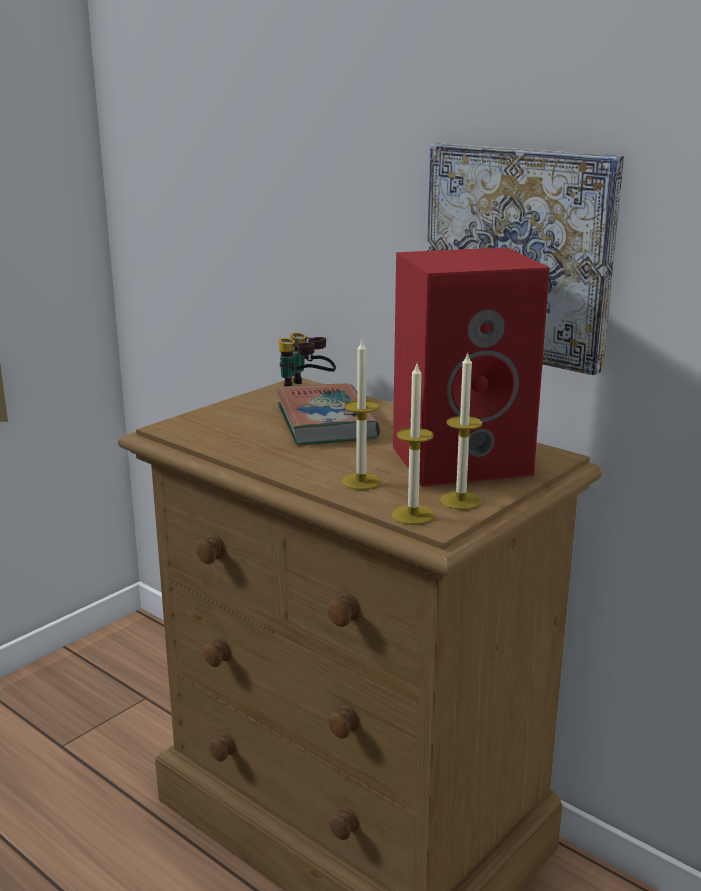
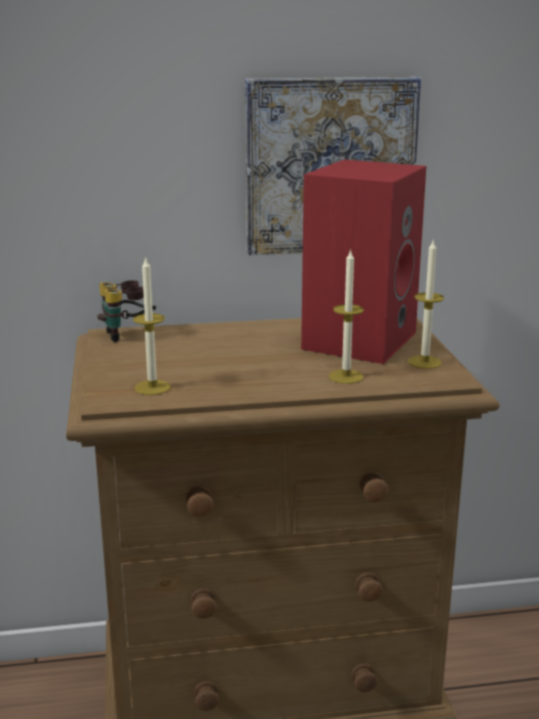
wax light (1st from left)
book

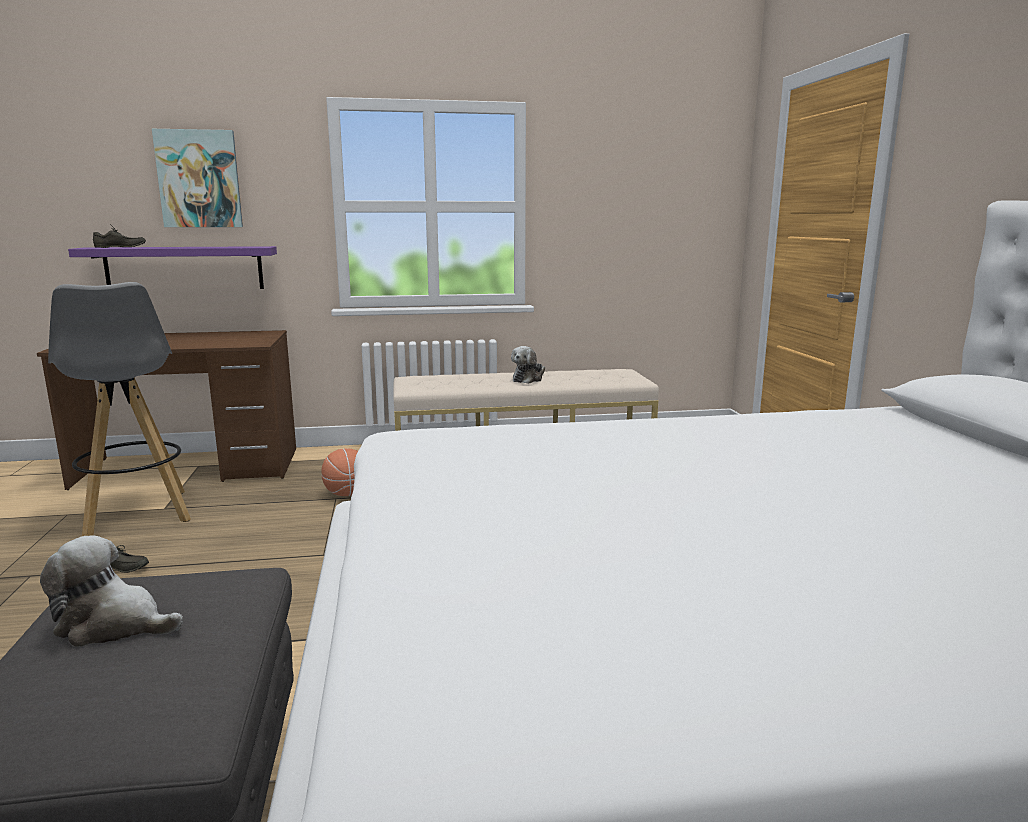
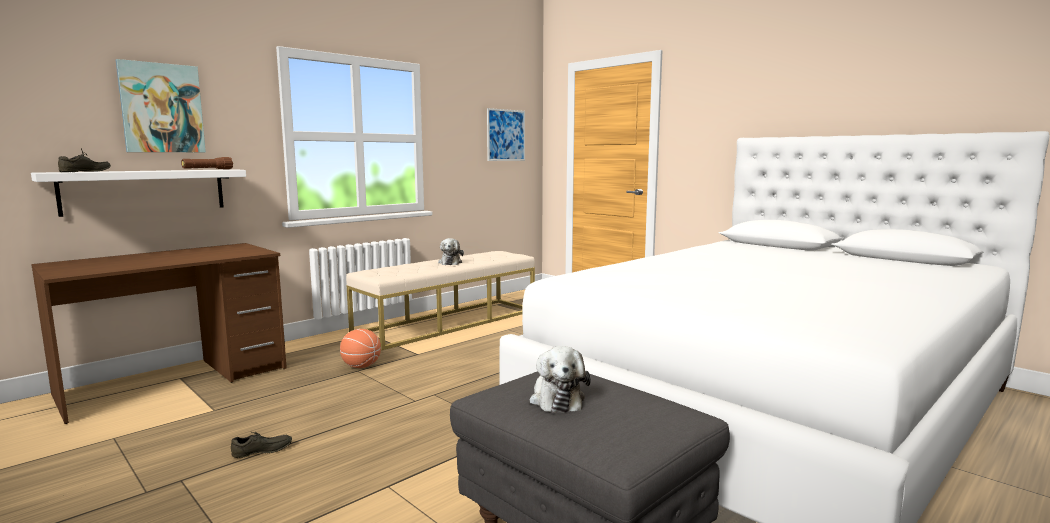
whitish wall shelf
gray stool
plush toy (2nd from left)
wall picture (2nd from left)
brownish torch

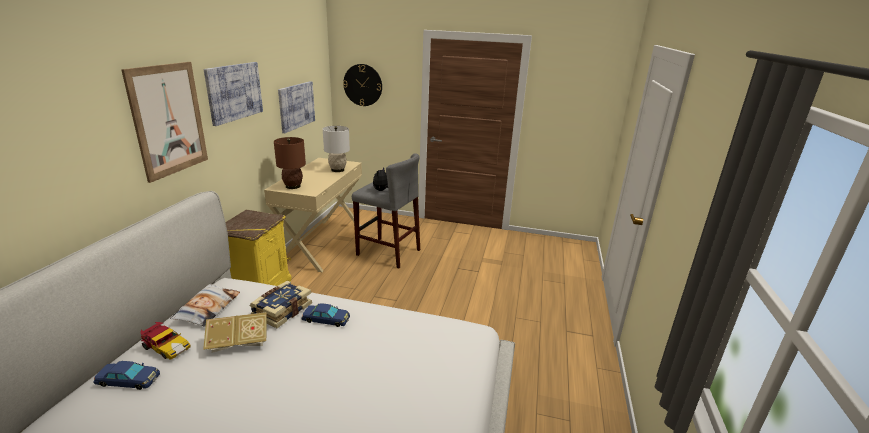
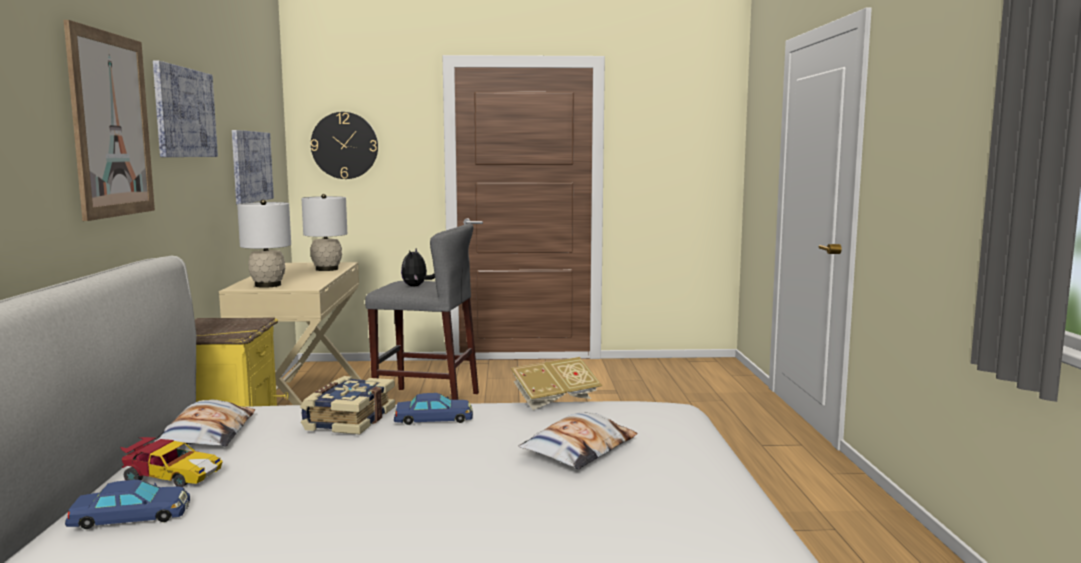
whitish lamp for a table (1st from left)
book (2nd from left)
throw pillow (2nd from left)

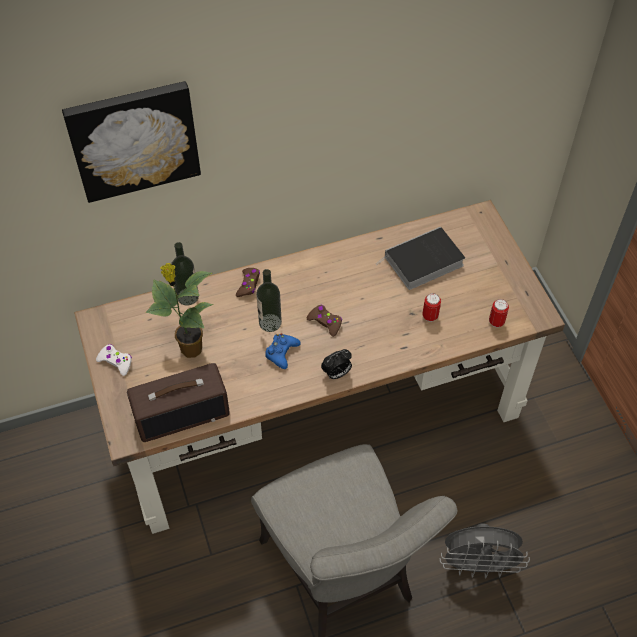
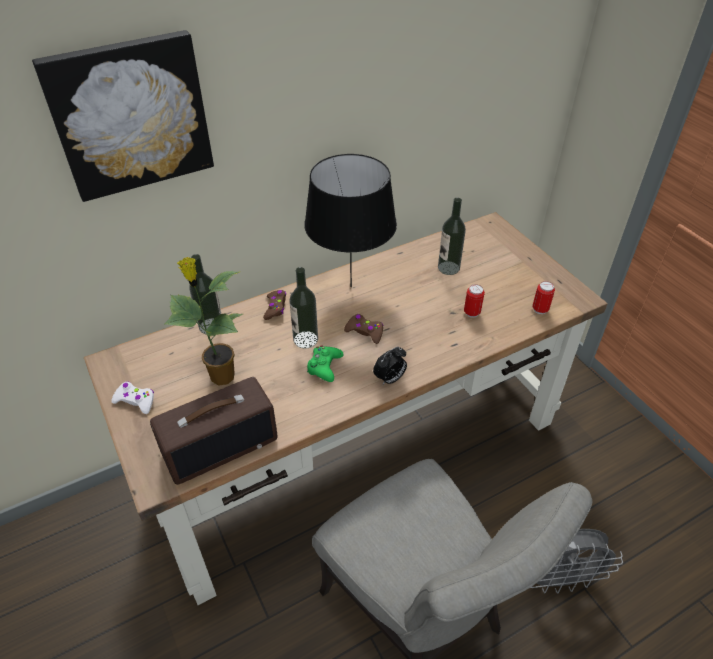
beverage bottle (3rd from left)
greenish game controller
black lamp for a table

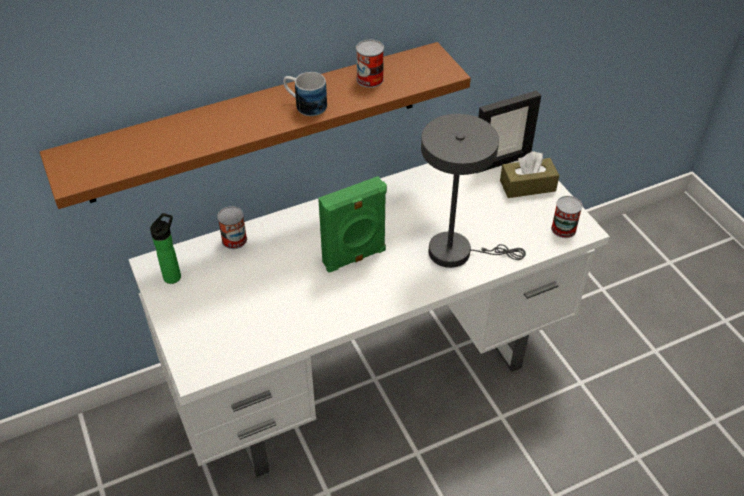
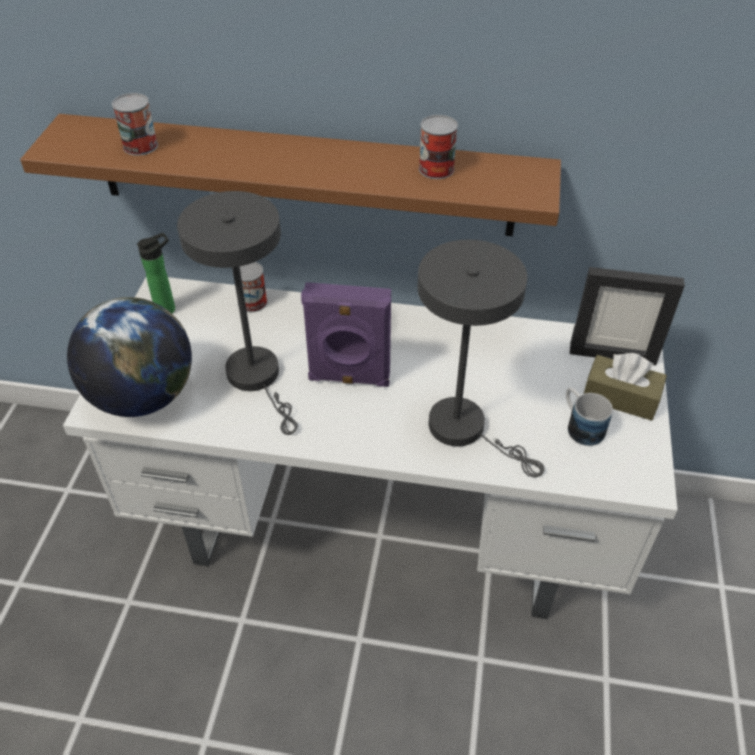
coffee mug
purplish loudspeaker
can (1st from left)
gray lamp for a table (1st from left)
desk globe

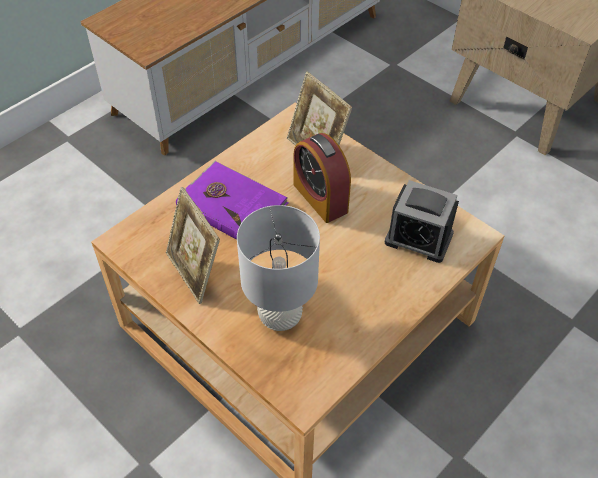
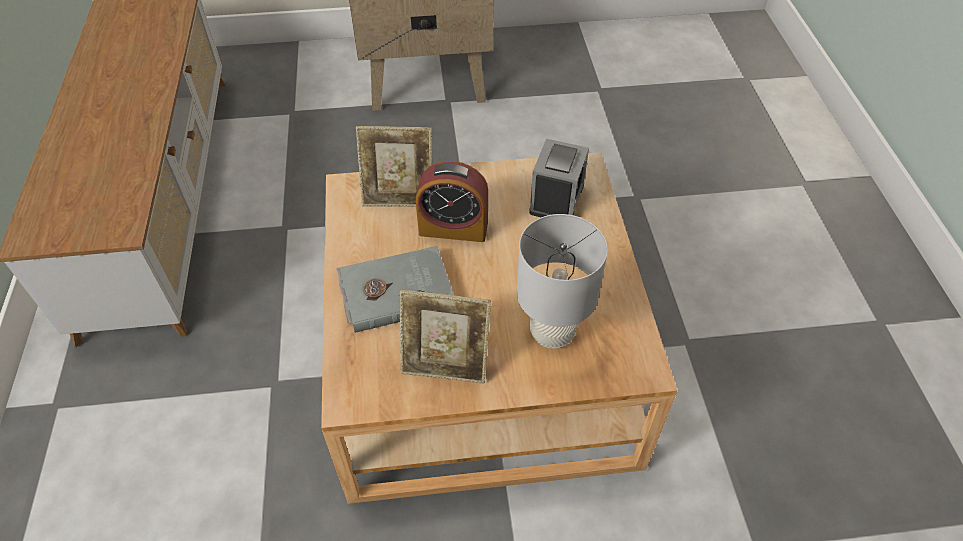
gray book
table clock (2nd from left)

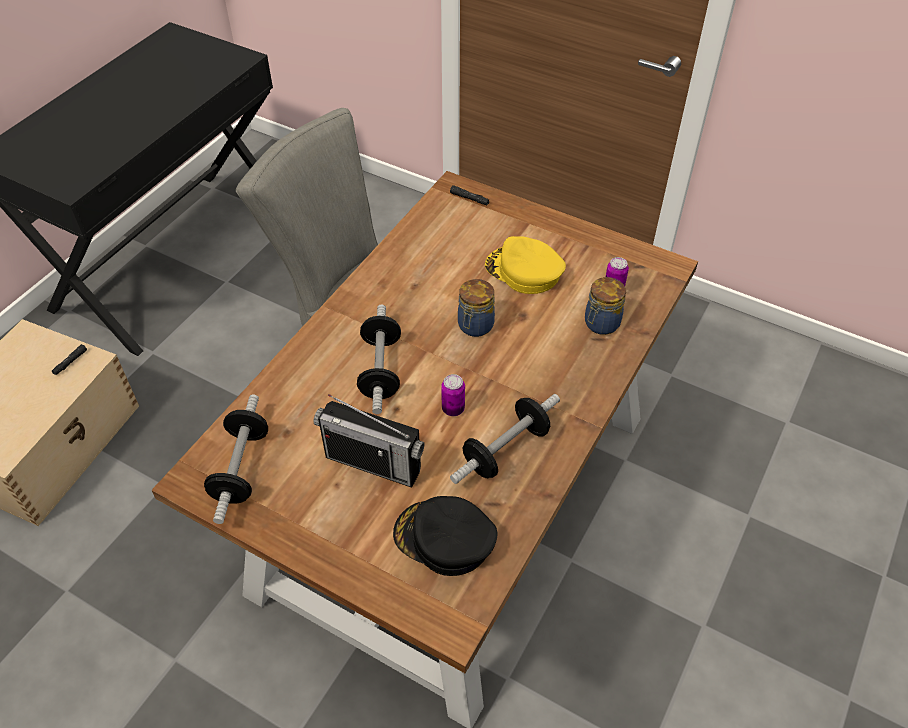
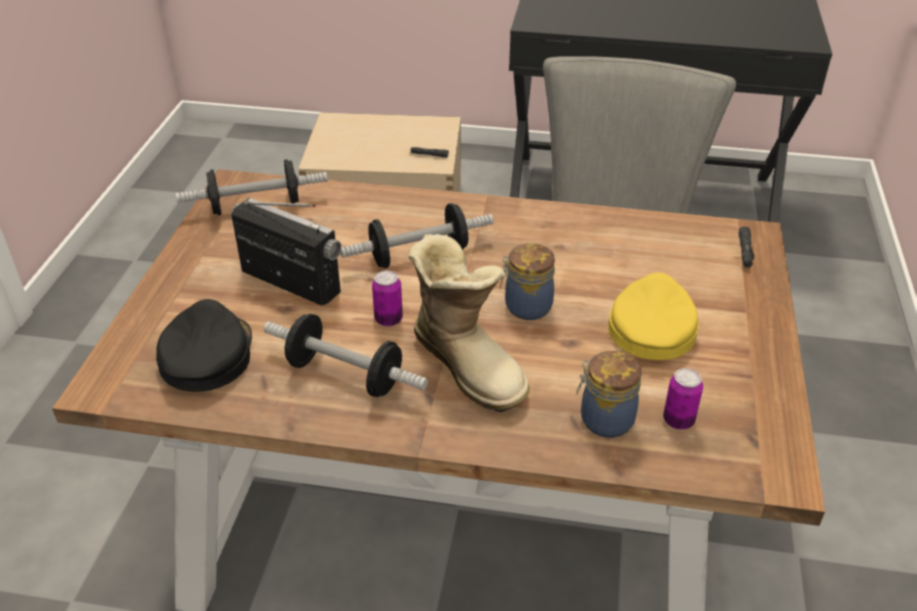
radio set
boot

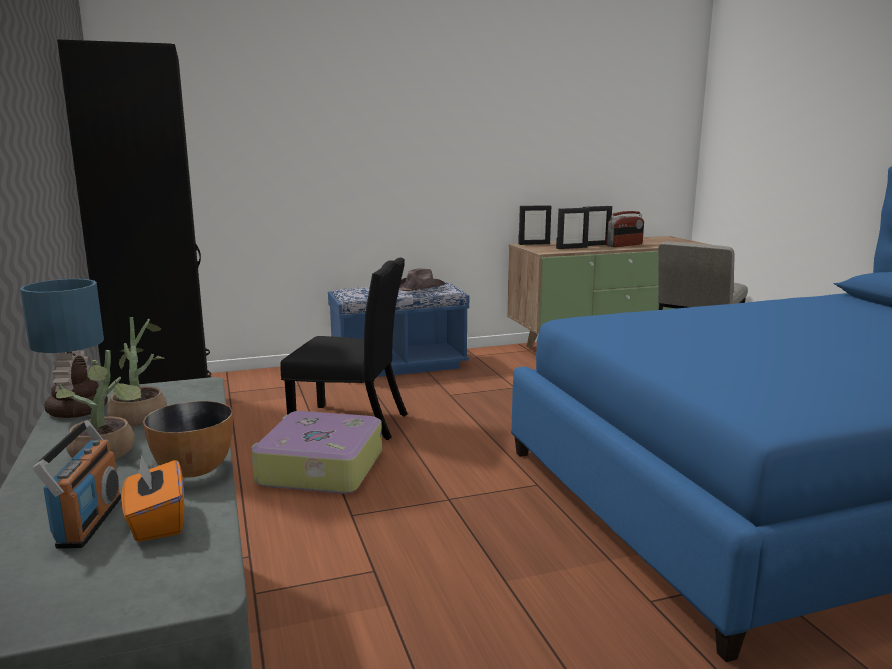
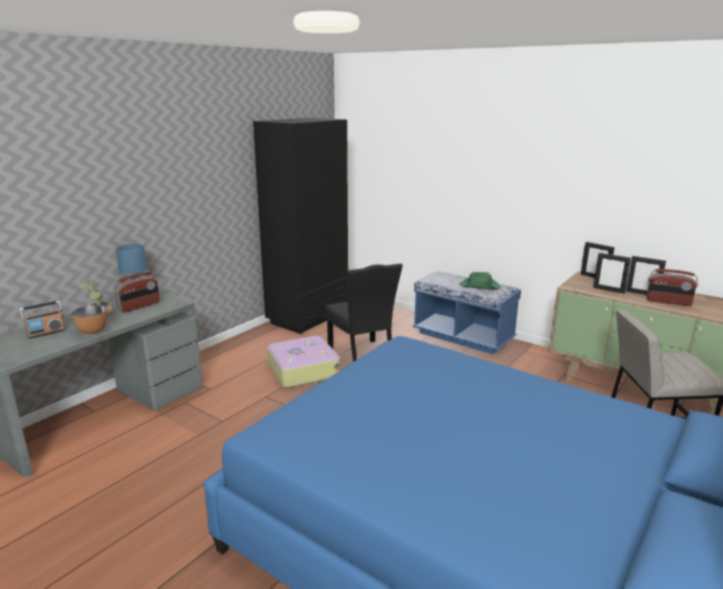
greenish hat
radio set (2nd from left)
orange tissue holder

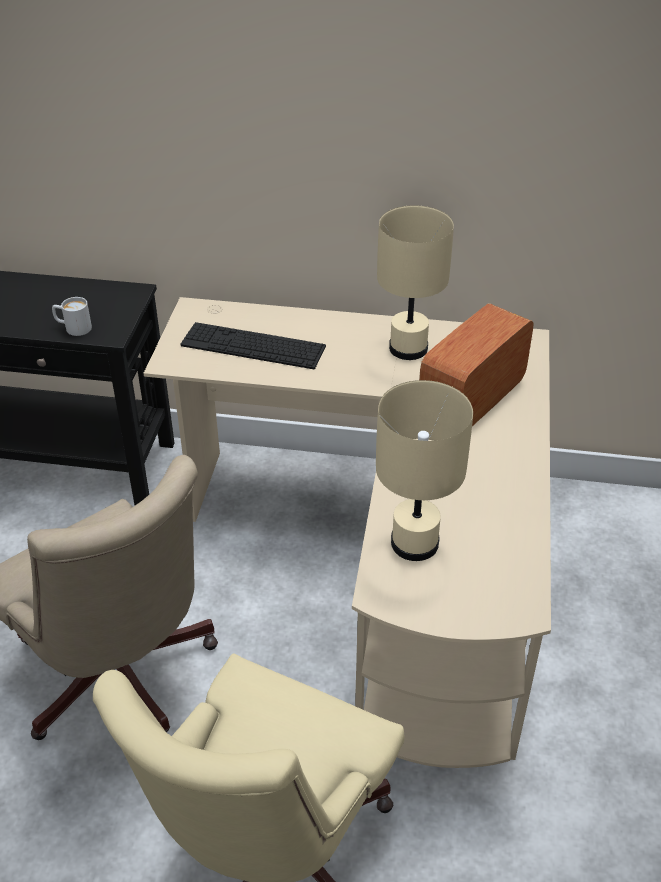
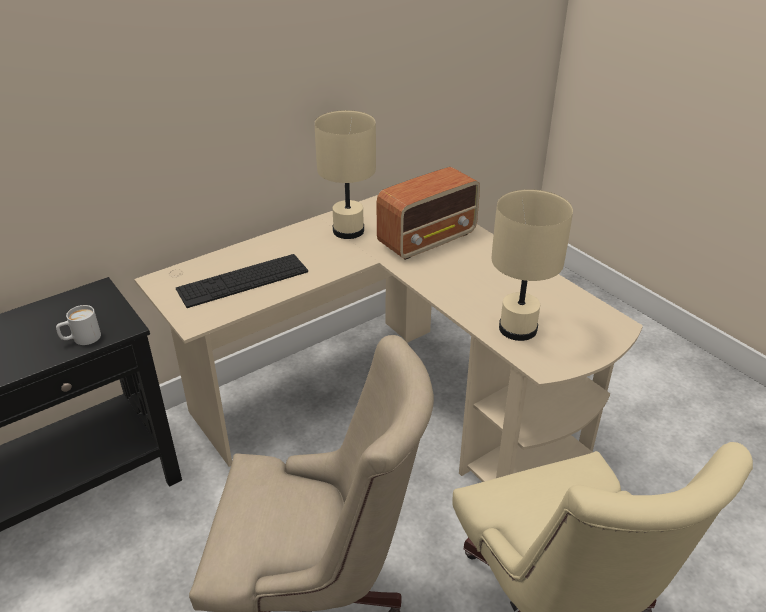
radio set

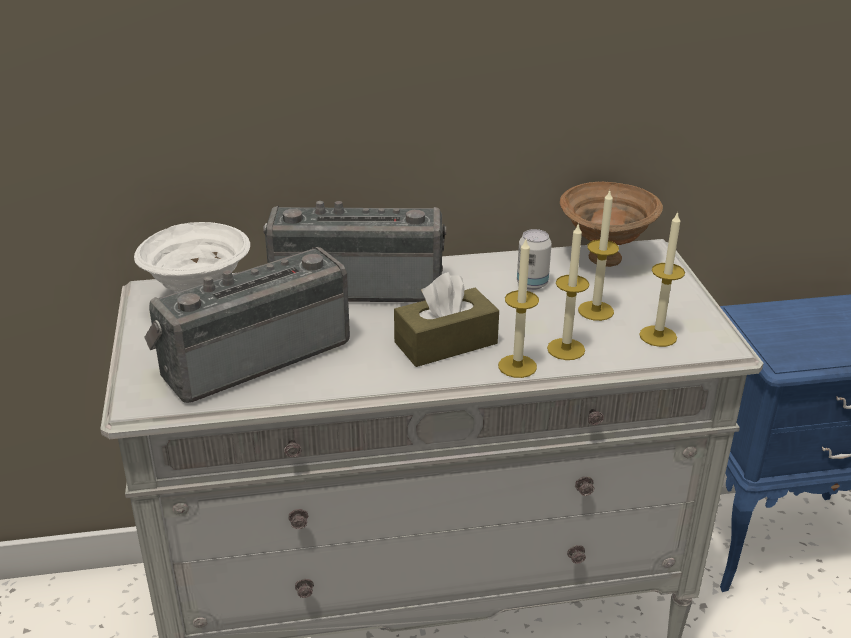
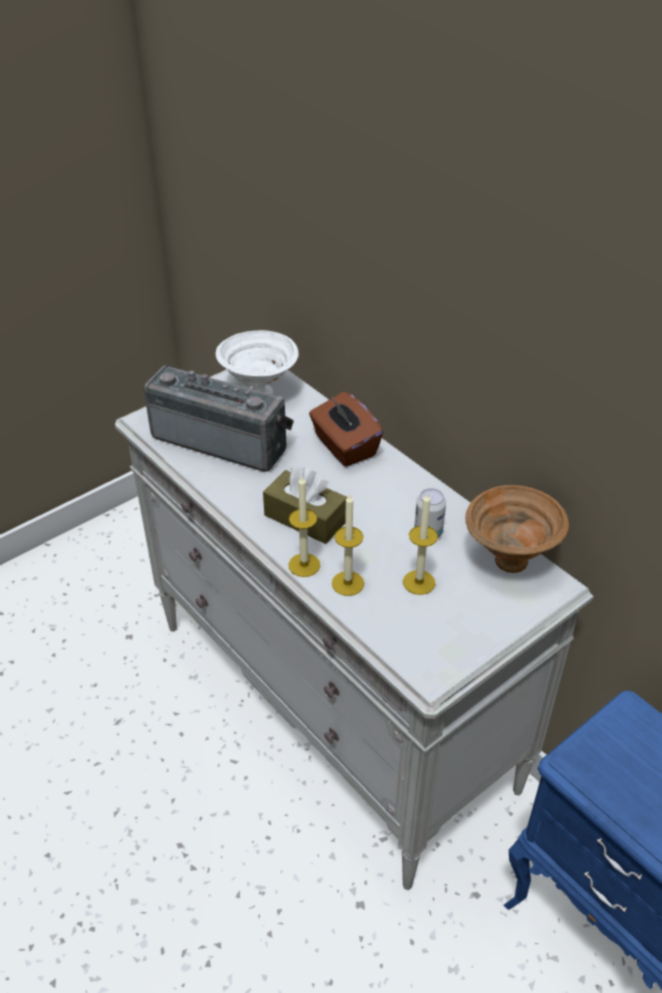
brownish tissue holder (2nd from left)
wax light (4th from left in the first image)

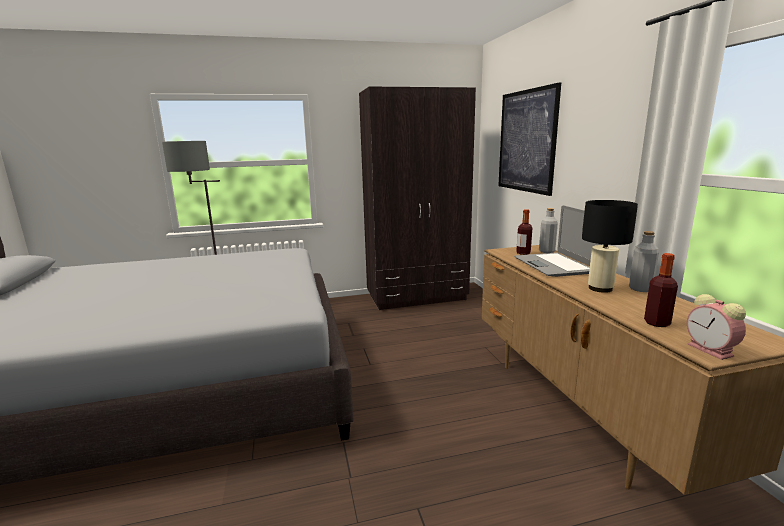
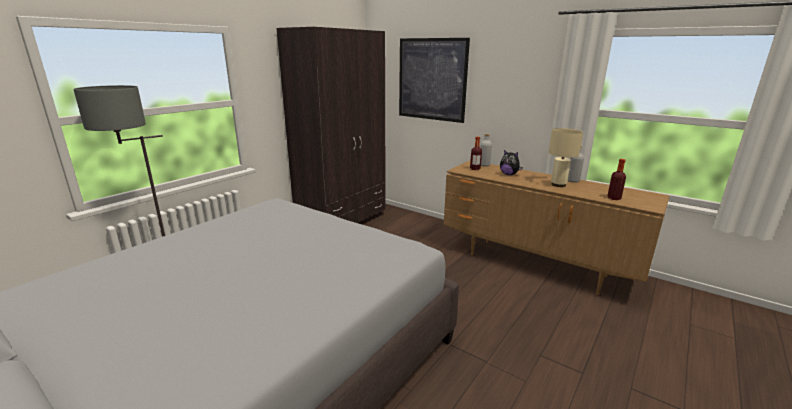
beige lamp for a table
plush toy
table clock

